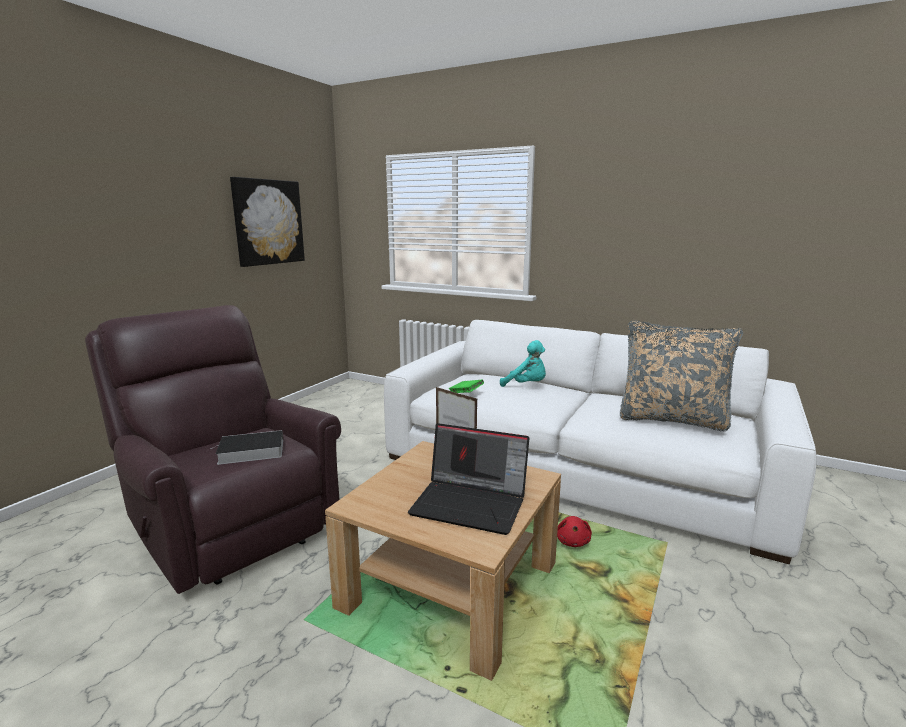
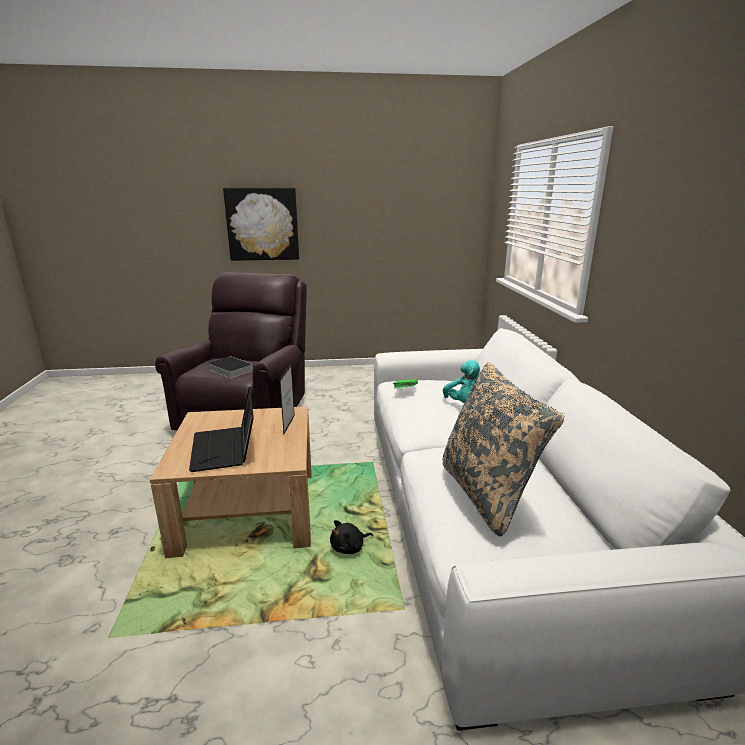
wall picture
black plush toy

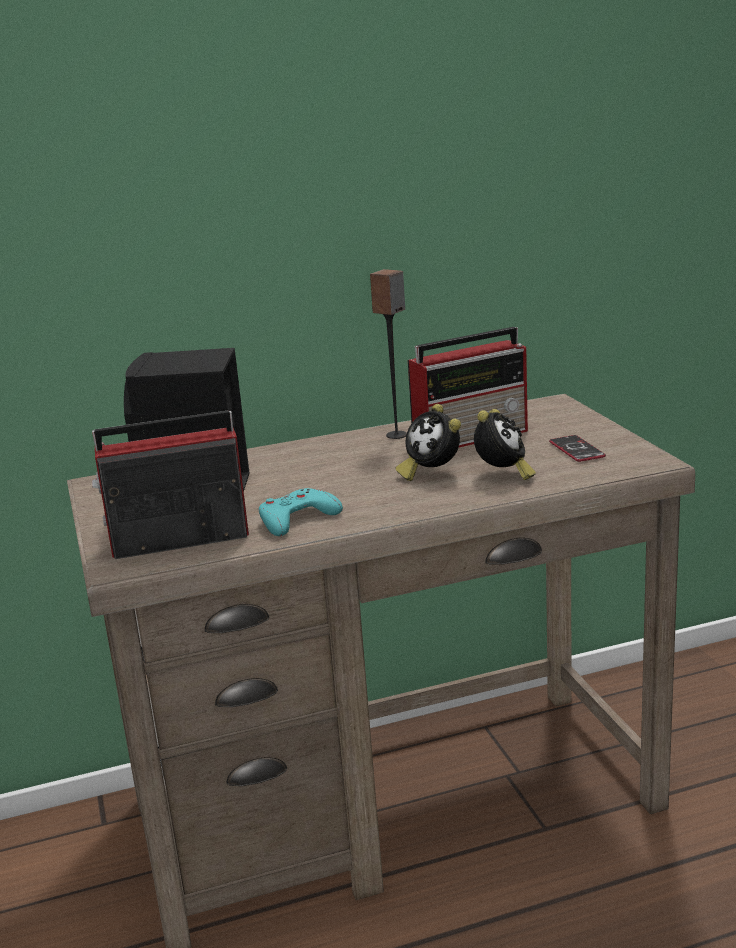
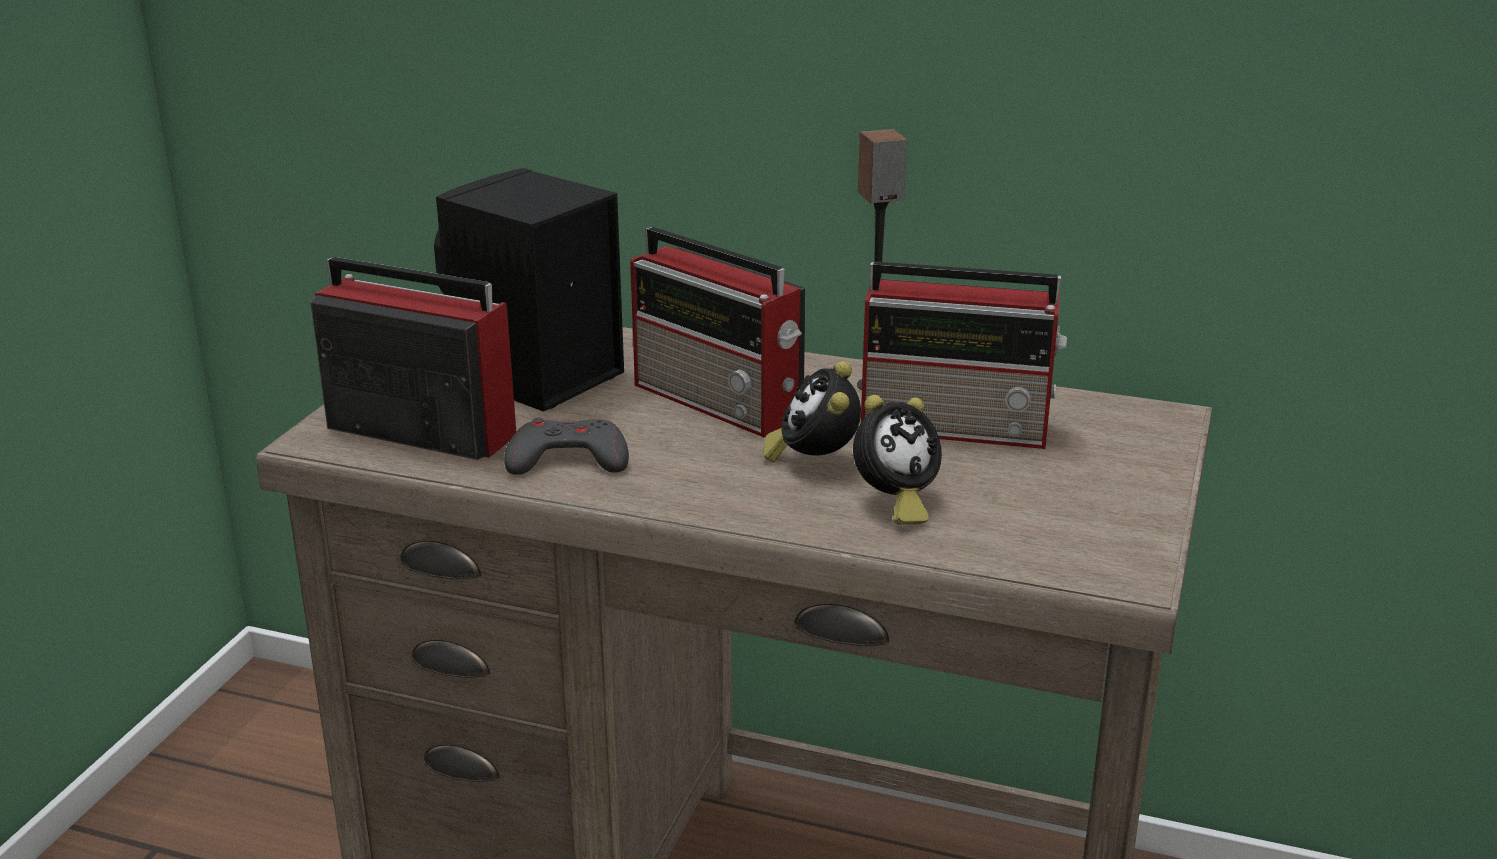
telephone
gray game controller
radio set (2nd from left)

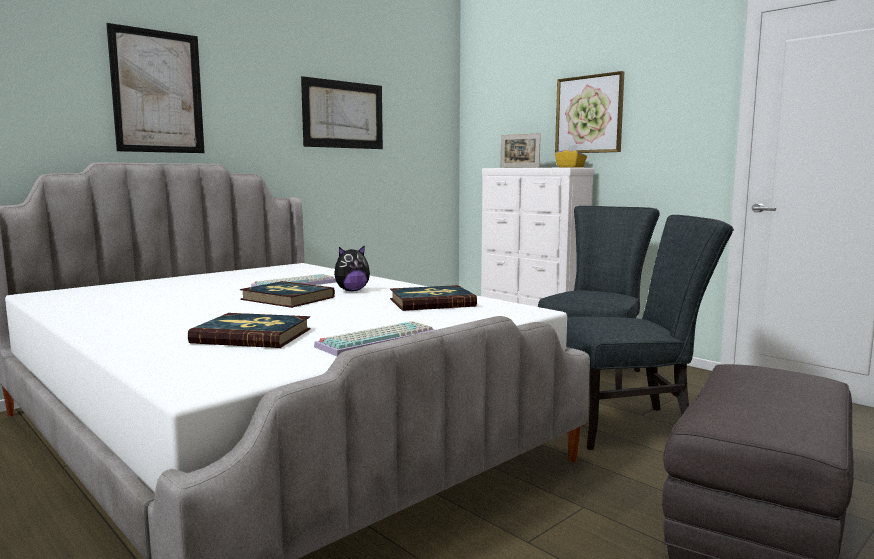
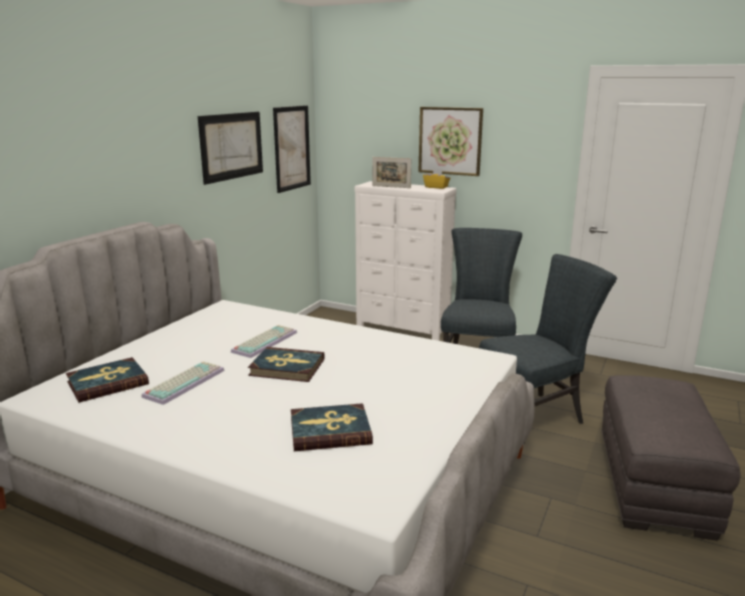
wall picture (2nd from left)
plush toy
book (1st from left)
computer keyboard (1st from left)

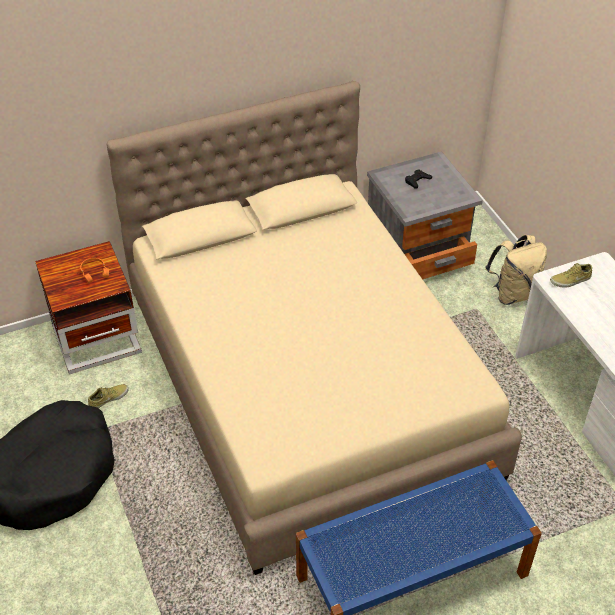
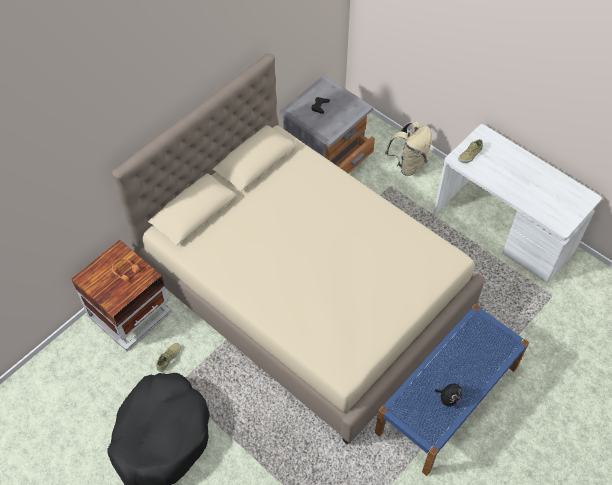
plush toy

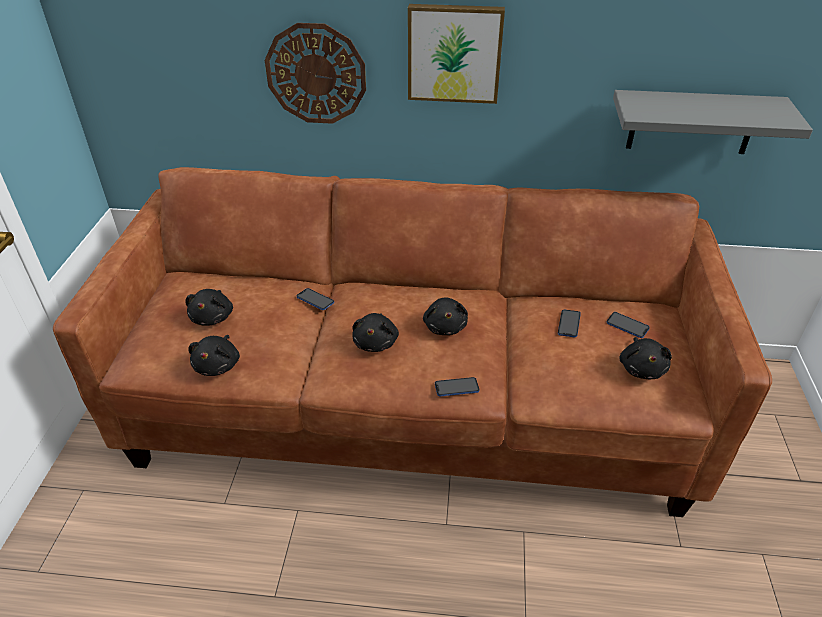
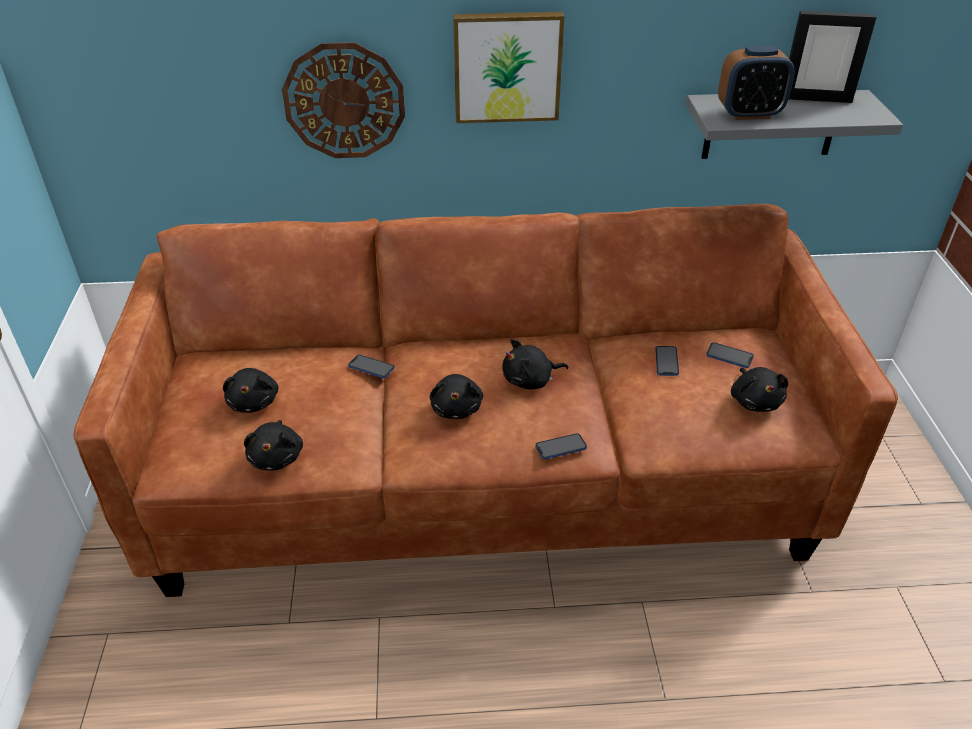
black plush toy (4th from left)
photo frame
table clock

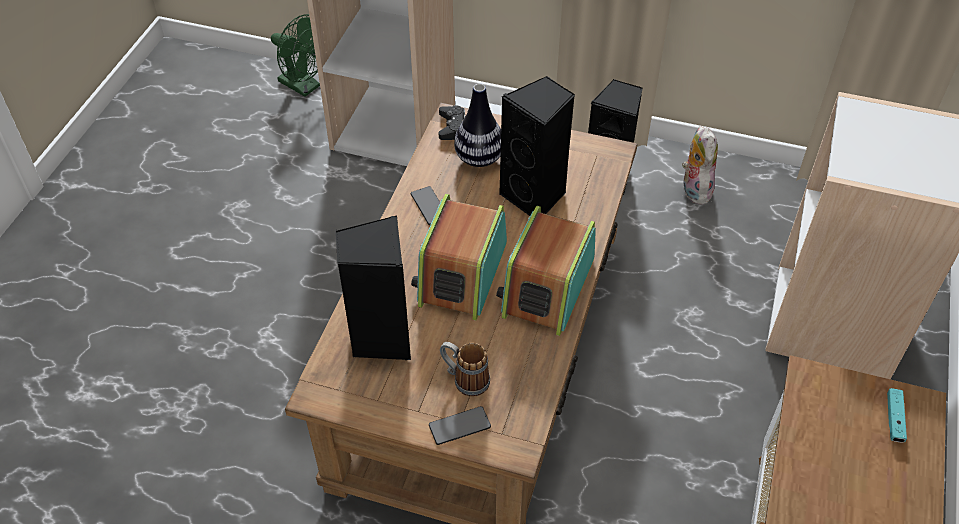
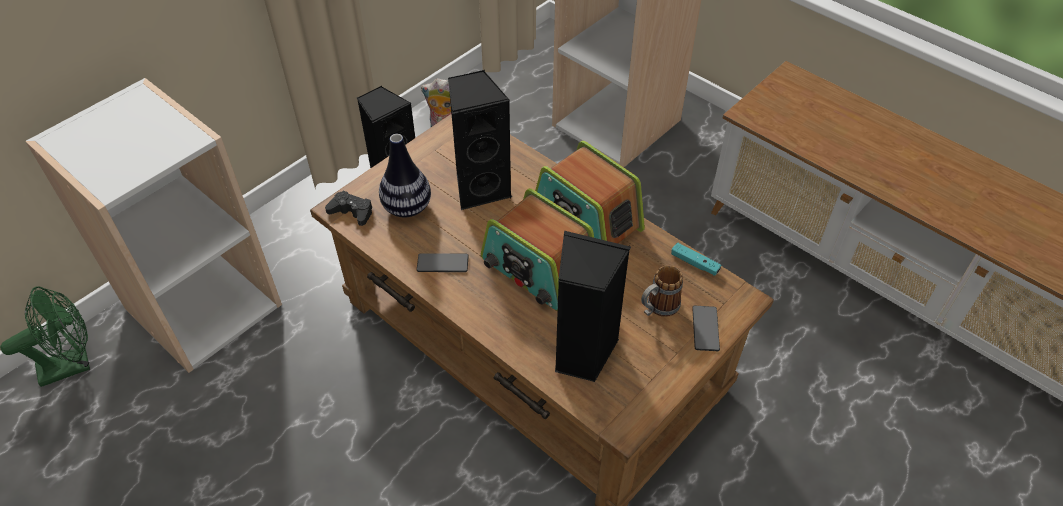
turquoise game controller

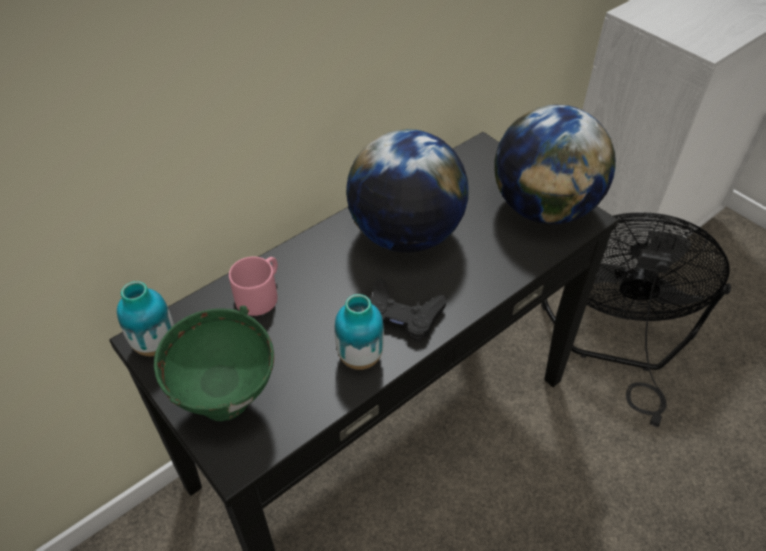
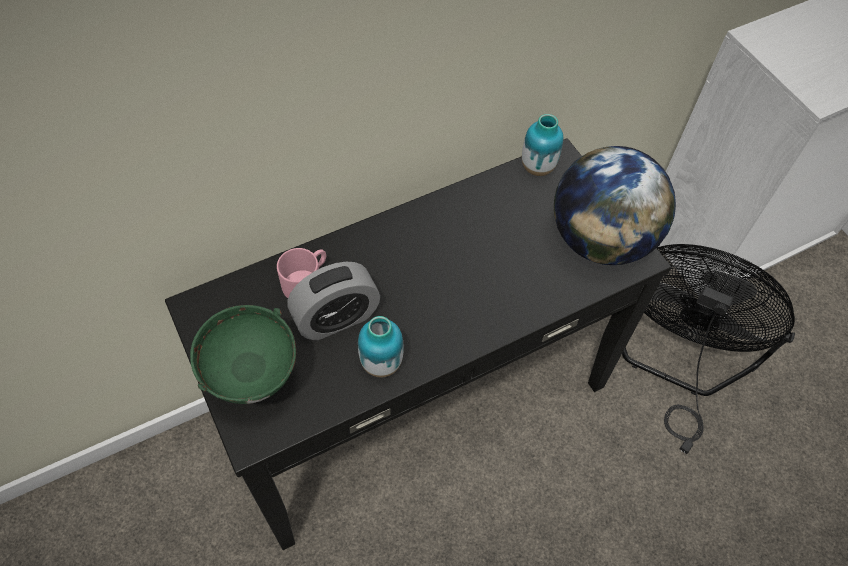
desk globe (1st from left in the first image)
black game controller
vase (2nd from left)
table clock

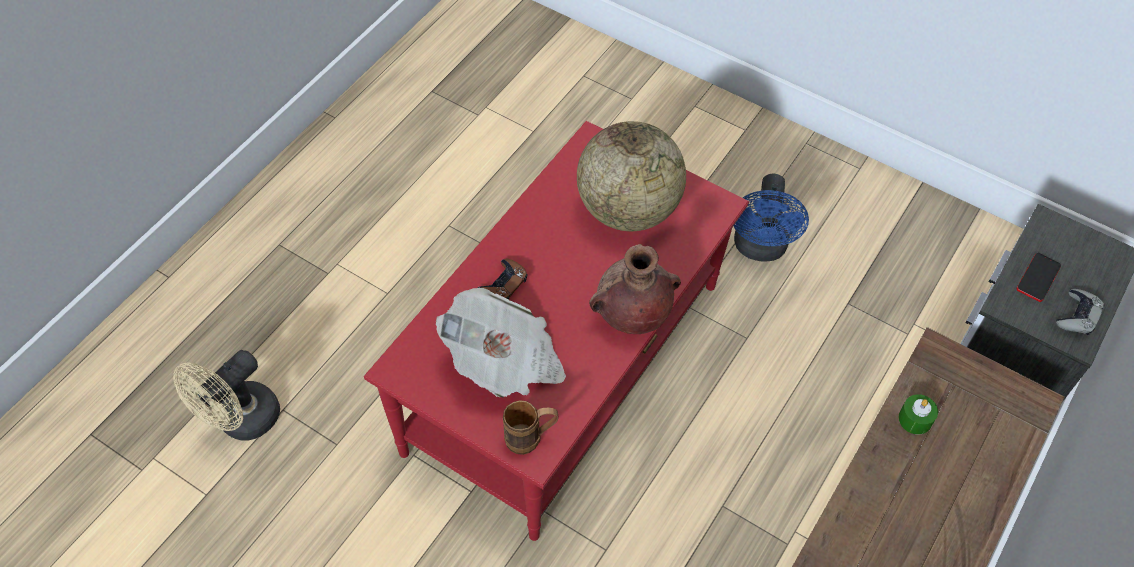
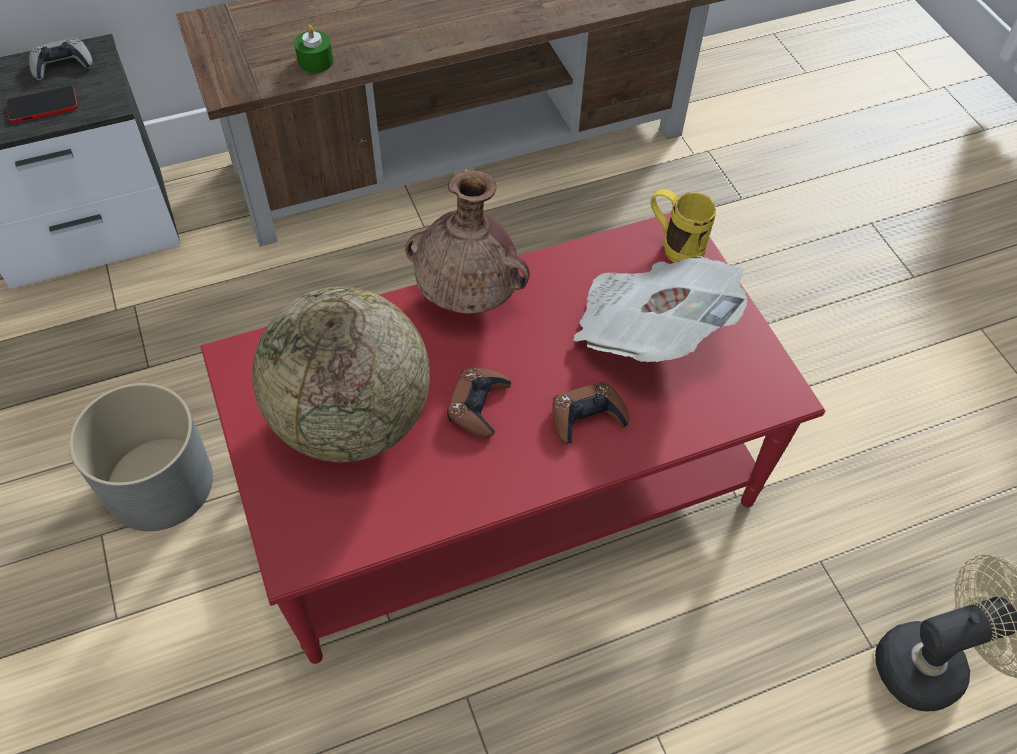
gray plant pot
yellow-coloured coffee mug
brownish game controller (1st from left)

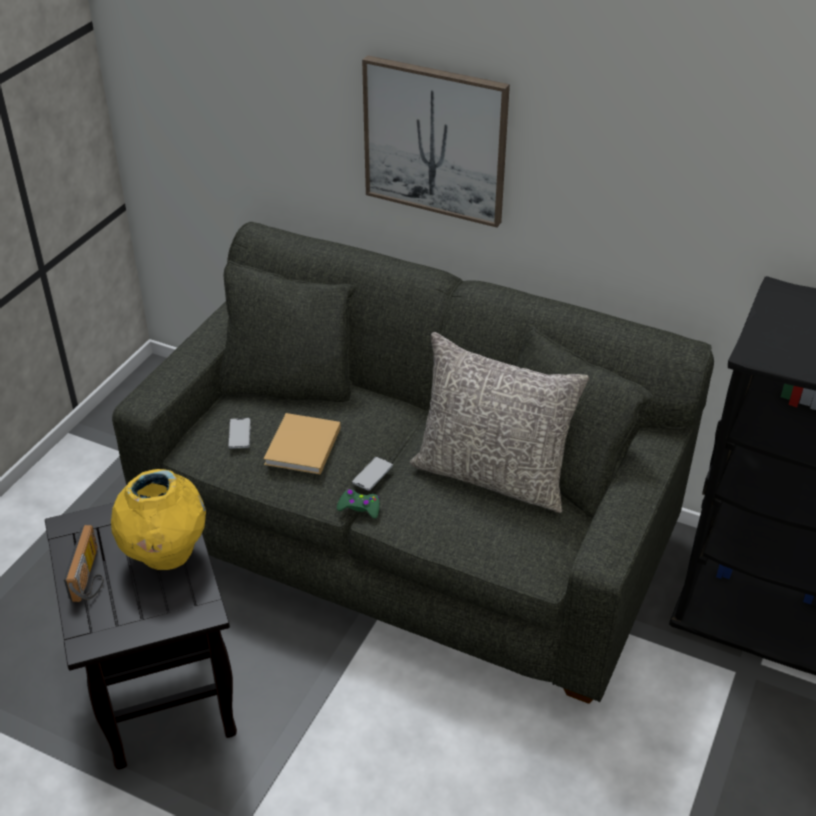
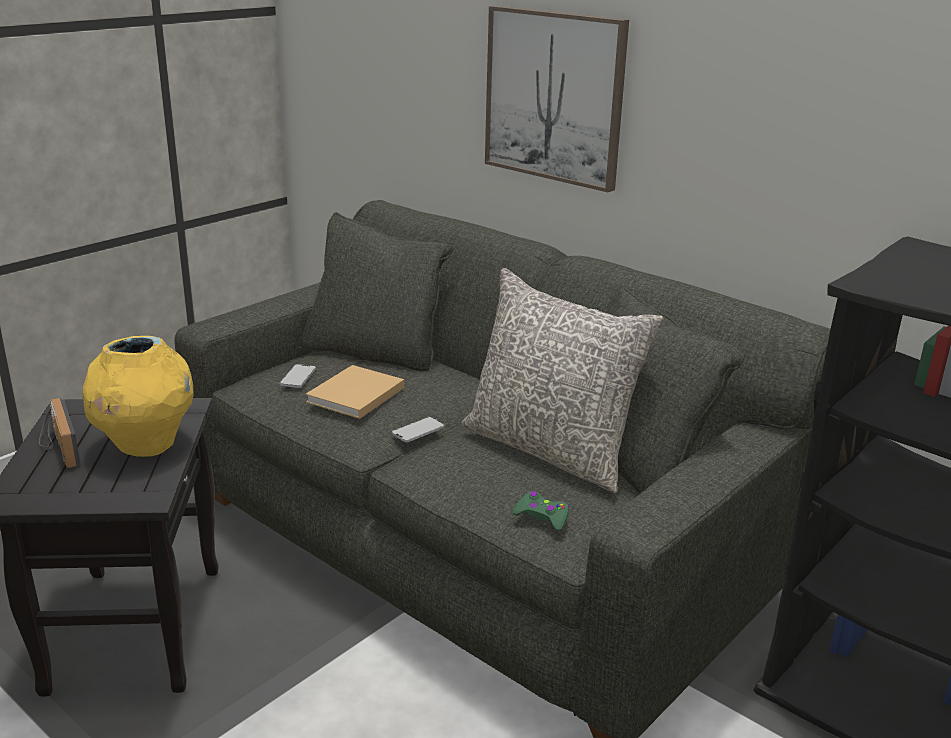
greenish game controller
radio set

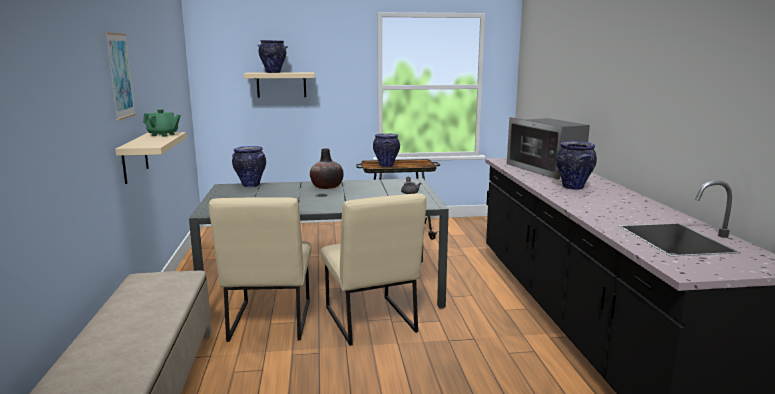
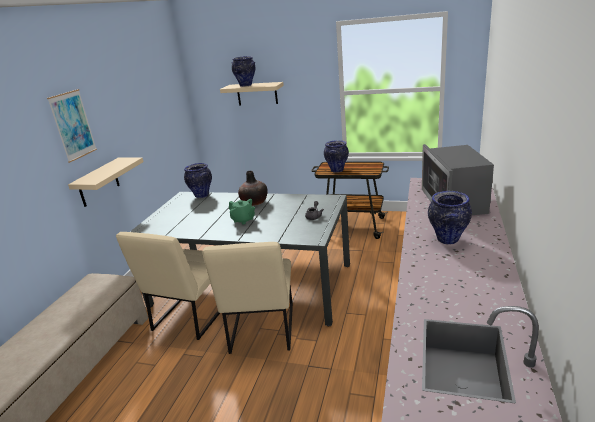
greenish pot for tea

